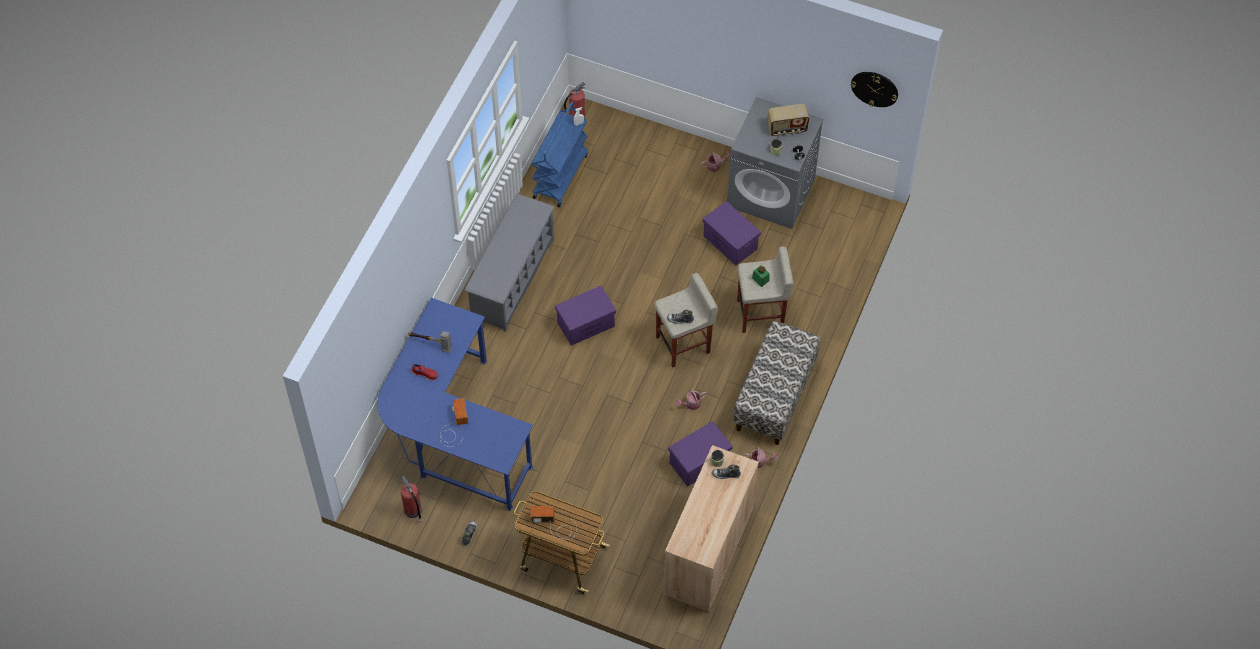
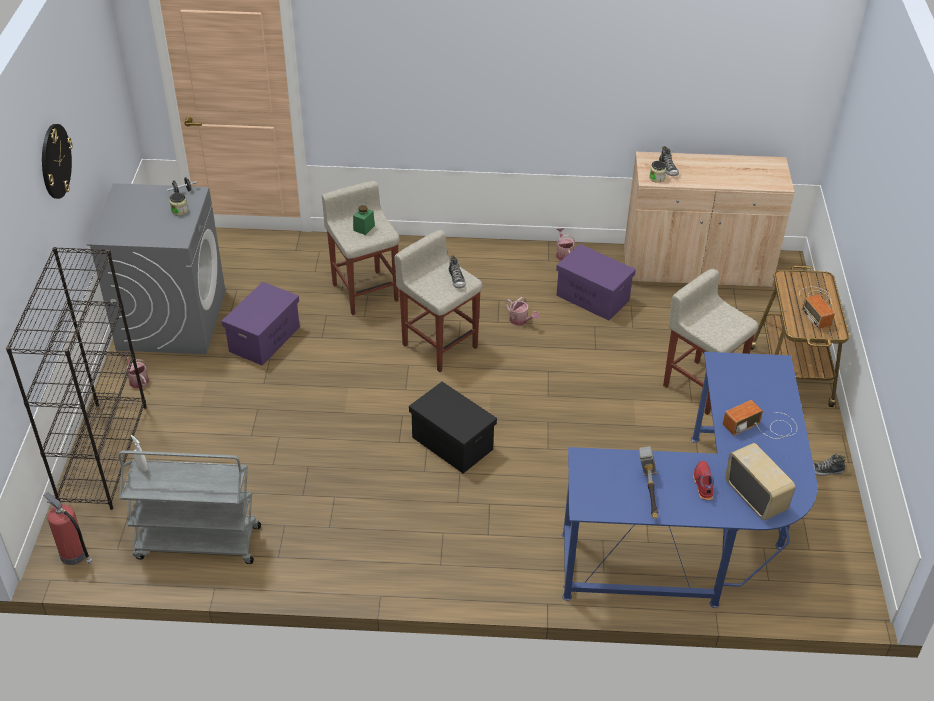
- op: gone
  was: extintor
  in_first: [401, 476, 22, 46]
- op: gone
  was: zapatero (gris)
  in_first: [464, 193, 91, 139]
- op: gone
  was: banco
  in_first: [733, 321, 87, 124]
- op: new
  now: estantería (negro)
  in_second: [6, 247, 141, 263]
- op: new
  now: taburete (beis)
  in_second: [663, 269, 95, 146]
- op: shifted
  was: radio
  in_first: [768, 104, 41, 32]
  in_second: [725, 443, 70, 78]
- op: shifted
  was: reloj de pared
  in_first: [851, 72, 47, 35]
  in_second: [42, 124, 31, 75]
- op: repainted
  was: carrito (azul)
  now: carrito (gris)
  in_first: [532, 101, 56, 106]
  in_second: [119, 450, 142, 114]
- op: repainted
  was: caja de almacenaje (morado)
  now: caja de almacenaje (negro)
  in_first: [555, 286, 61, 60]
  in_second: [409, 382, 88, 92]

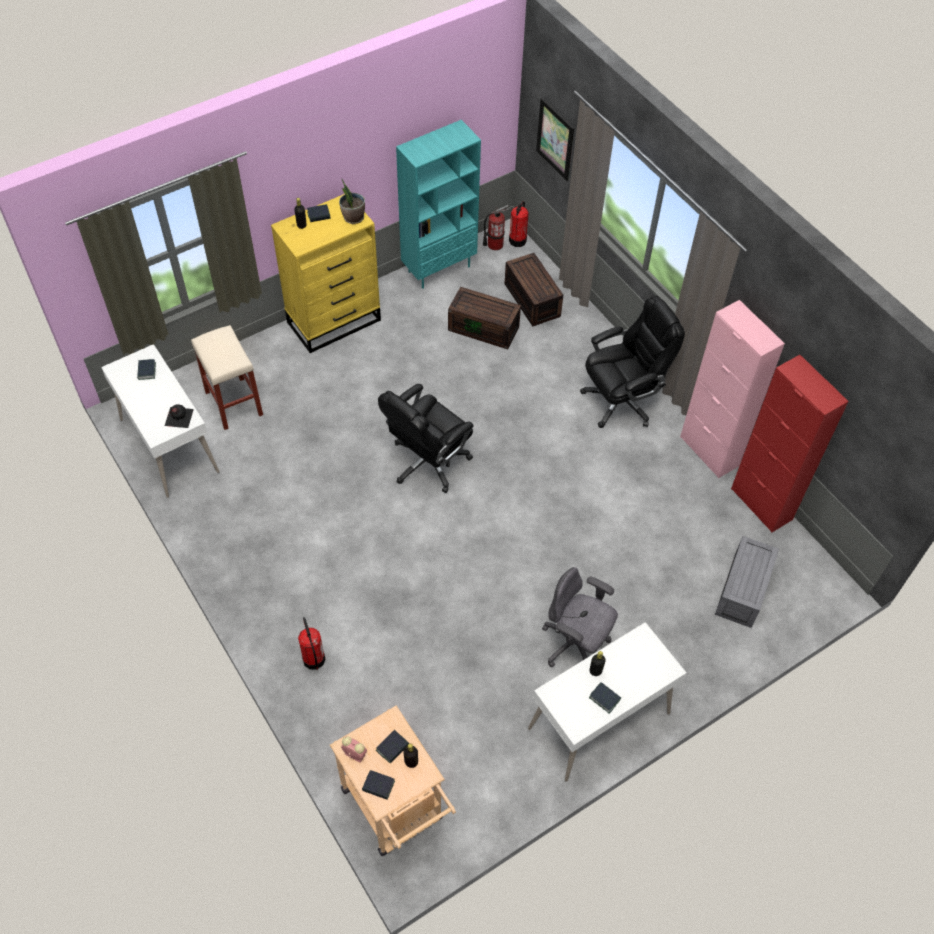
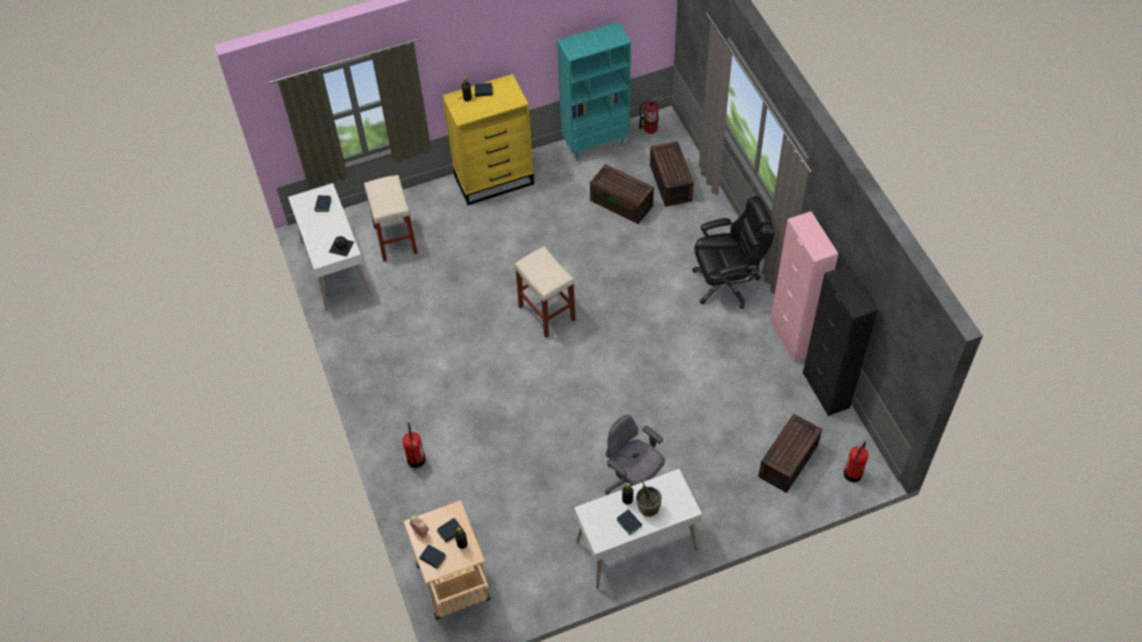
- op: gone
  was: cuadro
  in_first: [536, 98, 38, 83]
- op: shifted
  was: planta en maceta
  in_first: [339, 178, 26, 46]
  in_second: [636, 478, 26, 39]
- op: shifted
  was: extintor
  in_first: [509, 202, 19, 45]
  in_second: [843, 442, 26, 41]
- op: swapped
  was: silla de oficina (negro)
  now: taburete (beis)
  in_first: [378, 384, 96, 109]
  in_second: [514, 246, 62, 92]
- op: repainted
  was: caja de almacenaje (gris)
  now: caja de almacenaje (marrón)
  in_first: [715, 536, 64, 92]
  in_second: [758, 414, 64, 79]
- op: repainted
  was: armario (rojo)
  now: armario (negro)
  in_first: [731, 355, 118, 178]
  in_second: [803, 265, 75, 151]

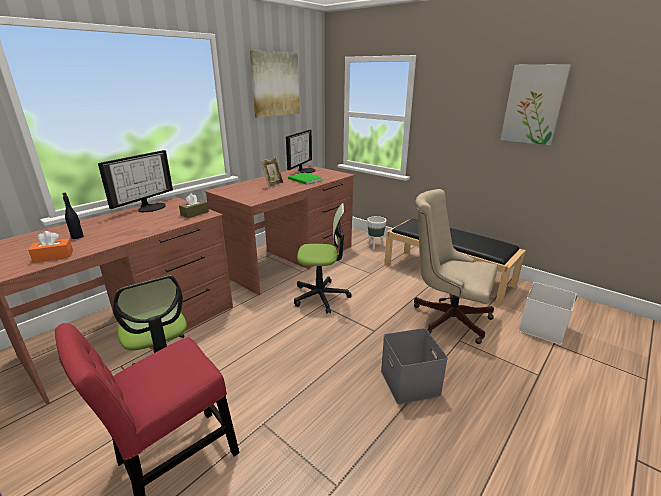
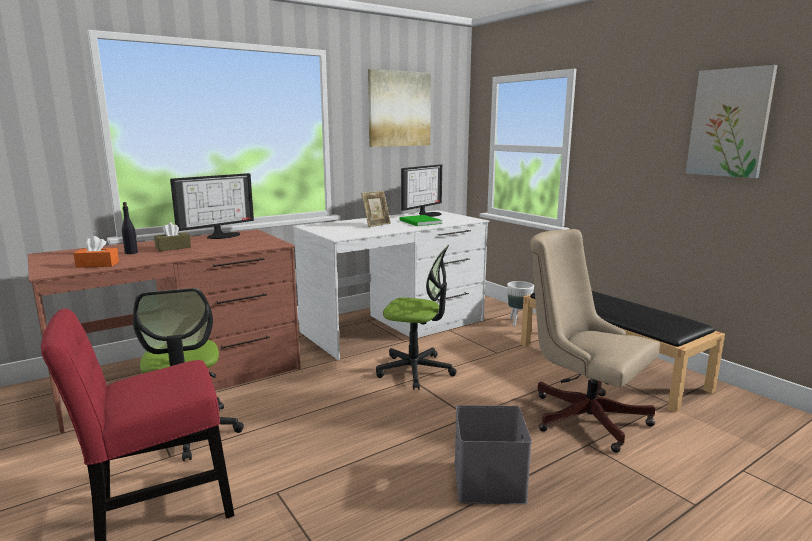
- op: gone
  was: caja de almacenaje (blanco)
  in_first: [518, 282, 58, 63]
- op: shifted
  was: caja de pañuelos (marrón)
  in_first: [179, 194, 30, 24]
  in_second: [154, 222, 37, 29]
- op: repainted
  was: escritorio (marrón)
  now: escritorio (blanco)
  in_first: [205, 165, 150, 130]
  in_second: [293, 210, 196, 150]

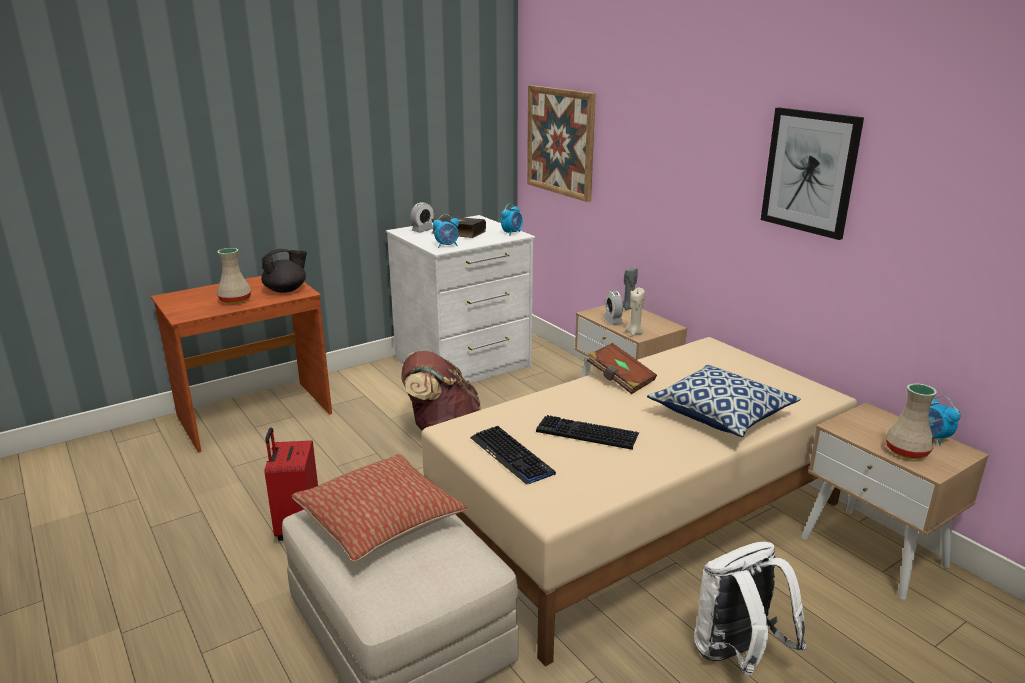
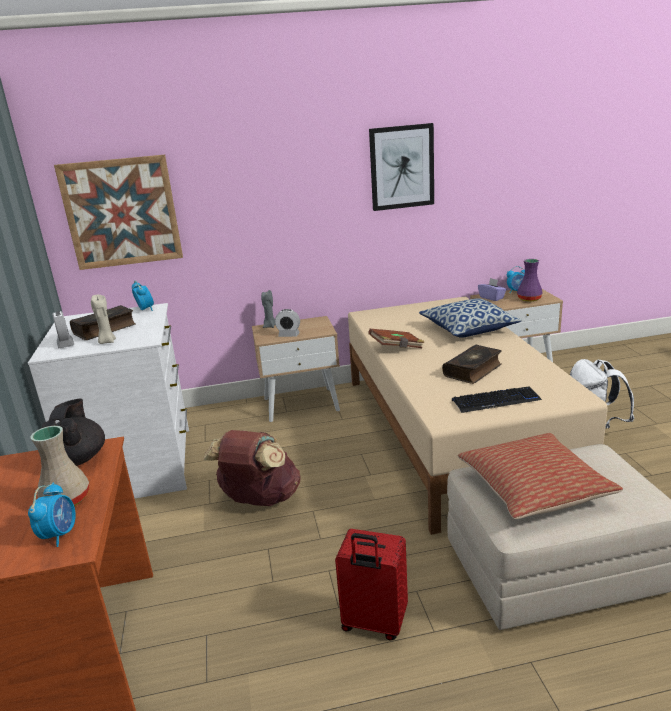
- op: new
  now: caja de pañuelos (morado)
  in_second: [478, 278, 29, 23]
- op: shifted
  was: despertador
  in_first: [433, 214, 26, 34]
  in_second: [28, 482, 48, 65]
- op: shifted
  was: vela (beis)
  in_first: [625, 288, 20, 48]
  in_second: [91, 295, 25, 49]
- op: swapped
  was: teclado
  now: libro
  in_first: [536, 415, 103, 35]
  in_second: [442, 345, 60, 39]
- op: repainted
  was: florero (beis)
  now: florero (morado)
  in_first: [886, 383, 51, 76]
  in_second: [517, 259, 26, 43]

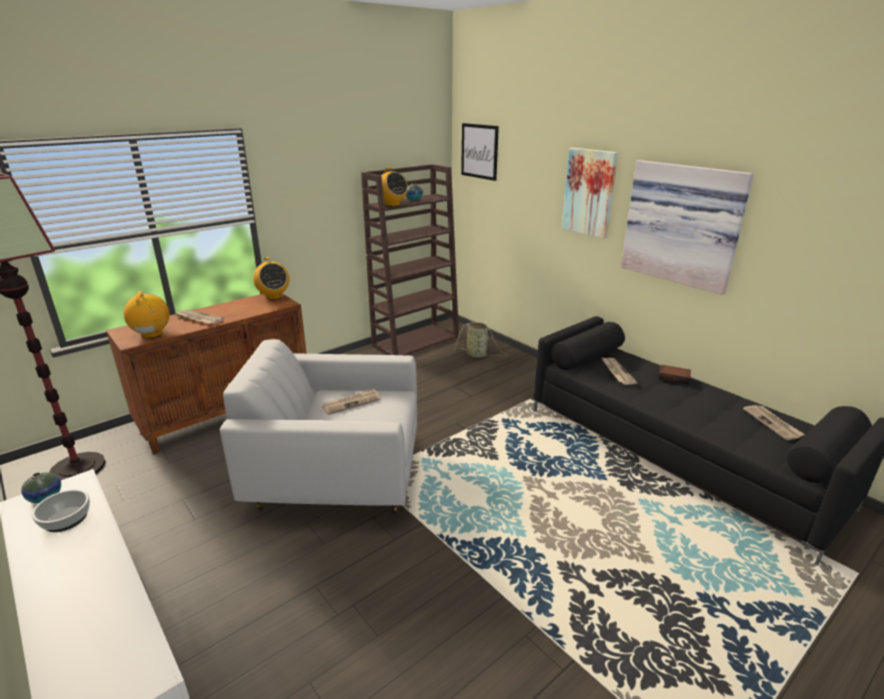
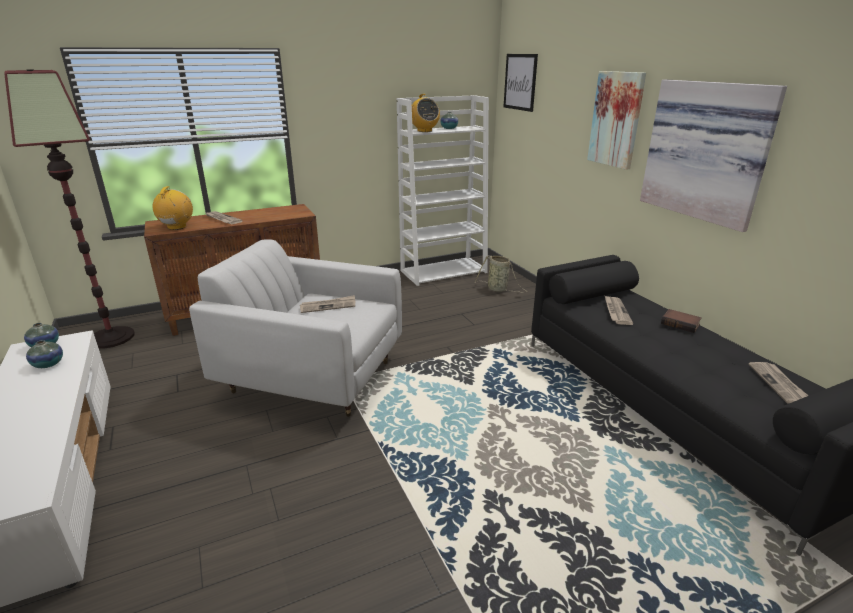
- op: gone
  was: radio
  in_first: [253, 257, 36, 43]
- op: swapped
  was: cuenco
  now: florero
  in_first: [32, 489, 58, 43]
  in_second: [26, 340, 37, 28]
- op: repainted
  was: estantería (marrón)
  now: estantería (blanco)
  in_first: [361, 164, 98, 191]
  in_second: [397, 95, 92, 191]

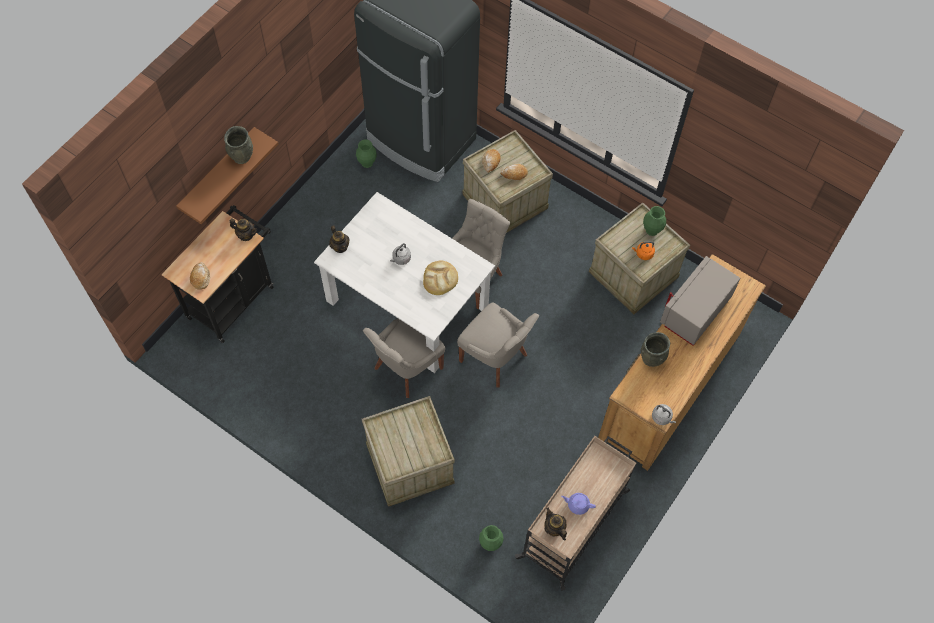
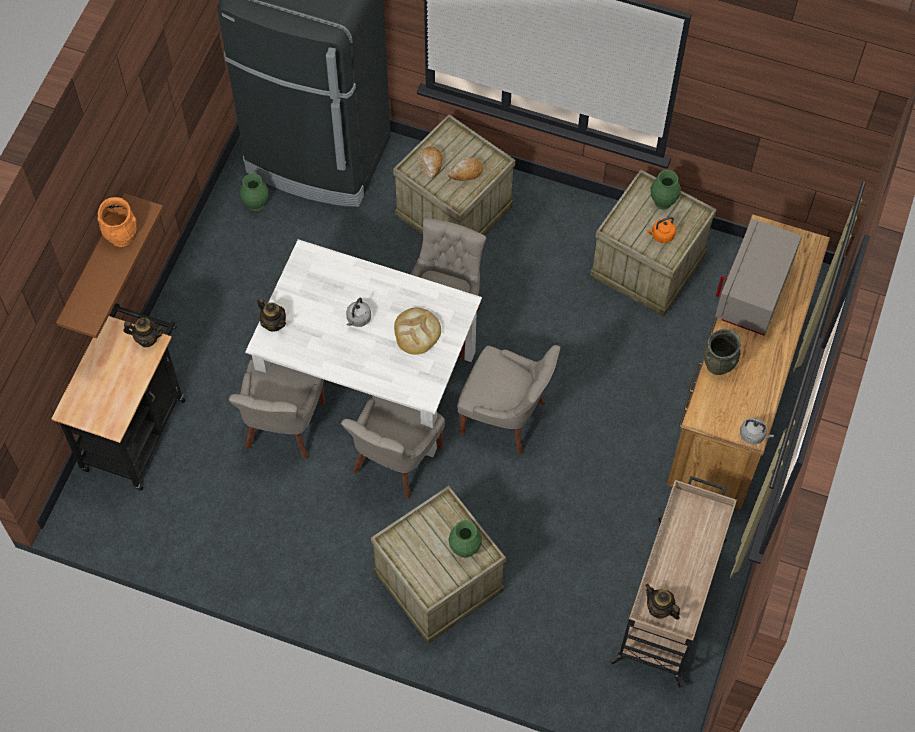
- op: gone
  was: pan
  in_first: [190, 262, 20, 28]
- op: gone
  was: tetera (morado)
  in_first: [561, 493, 35, 22]
- op: new
  now: silla (gris)
  in_second: [229, 359, 96, 101]
- op: shifted
  was: florero (verde)
  in_first: [479, 525, 25, 26]
  in_second: [449, 520, 33, 38]
- op: repainted
  was: florero (gris)
  now: florero (naranja)
  in_first: [224, 126, 29, 38]
  in_second: [97, 197, 40, 50]

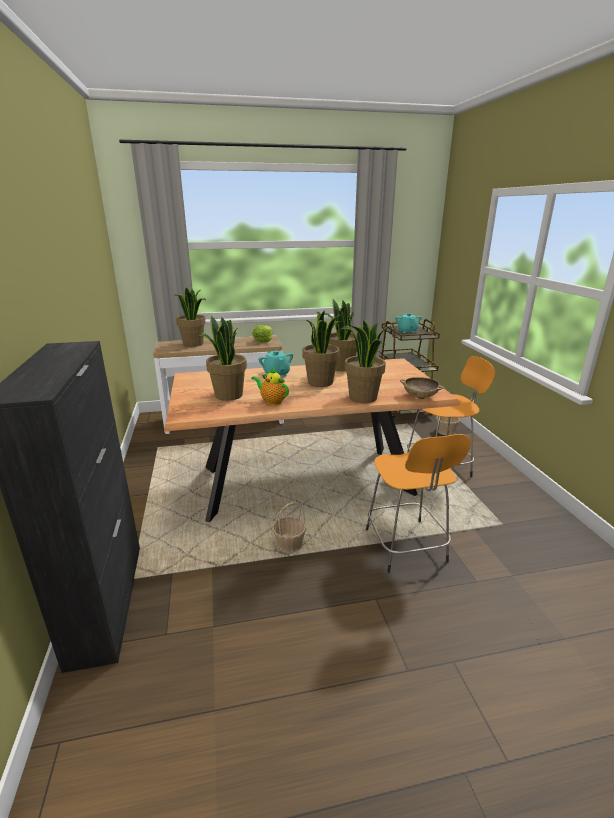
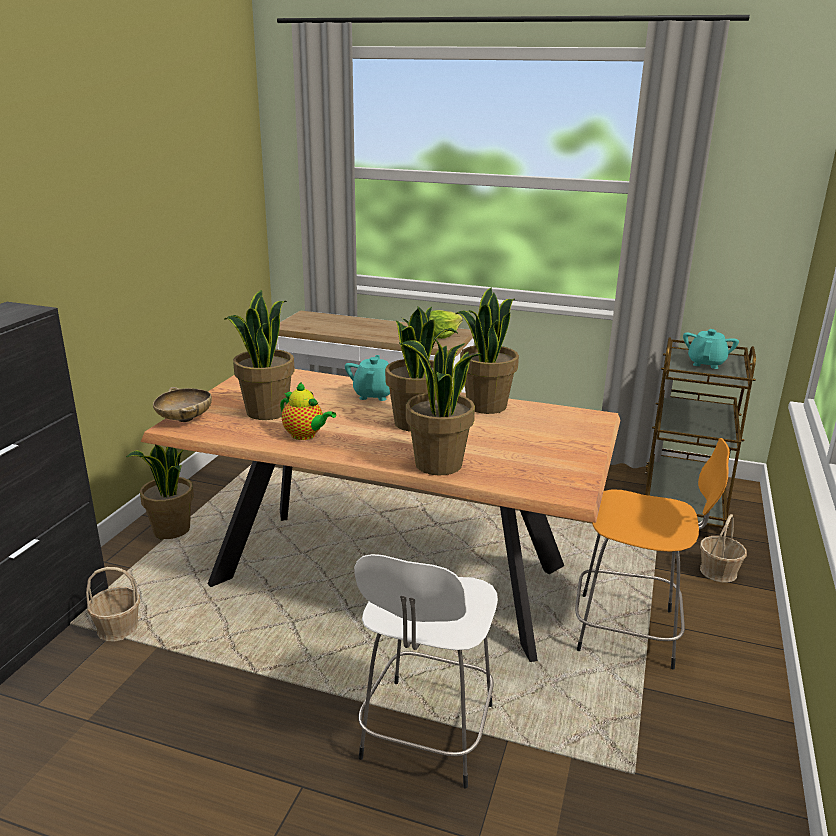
- op: shifted
  was: planta en maceta
  in_first: [174, 288, 32, 59]
  in_second: [126, 445, 68, 95]
- op: shifted
  was: cesta
  in_first: [272, 502, 34, 51]
  in_second: [86, 567, 54, 75]
- op: shifted
  was: cuenco (beis)
  in_first: [400, 377, 44, 22]
  in_second: [153, 387, 59, 35]
- op: repainted
  was: taburete (naranja)
  now: taburete (blanco)
  in_first: [366, 434, 105, 139]
  in_second: [354, 554, 144, 235]
- op: rotated
  was: tetera
  in_first: [251, 367, 38, 38]
  in_second: [280, 382, 56, 58]
  clockwise: 150

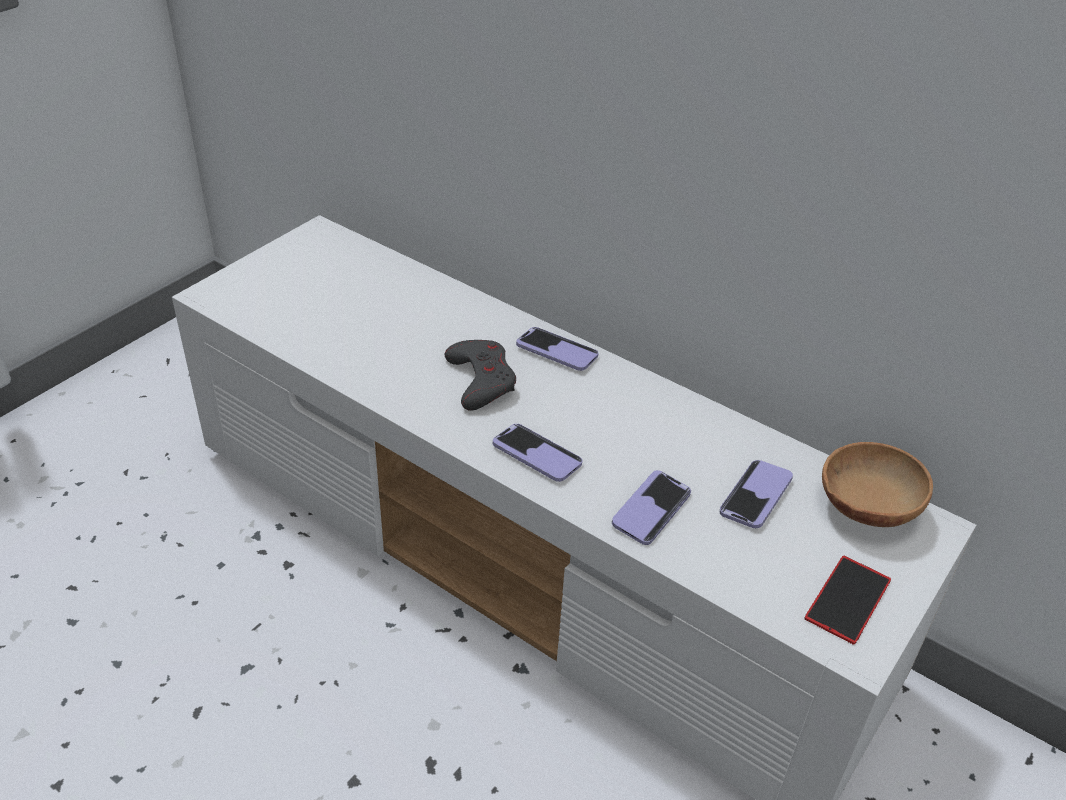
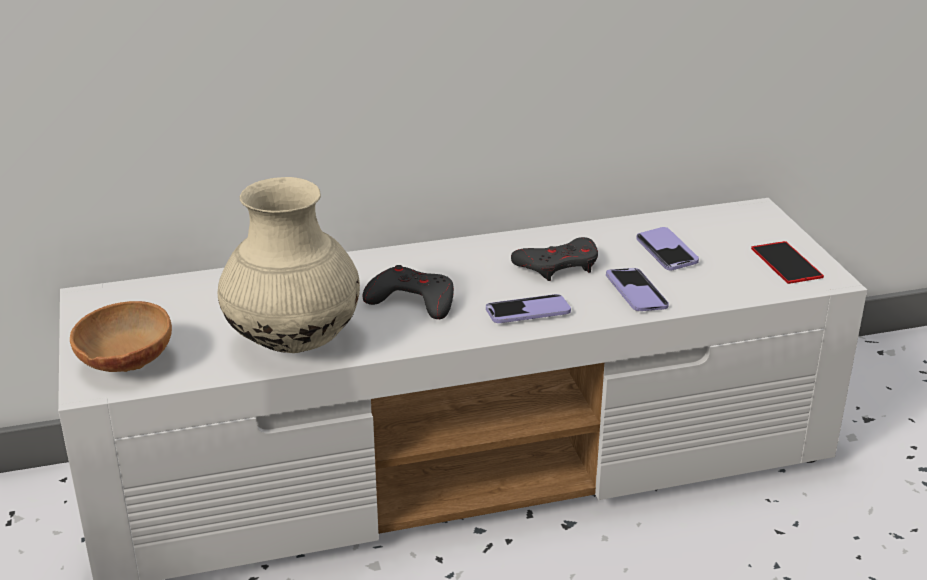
- op: gone
  was: móvil
  in_first: [516, 327, 82, 44]
- op: new
  now: florero (beis)
  in_second: [218, 177, 142, 176]
- op: new
  now: mando de consola (gris)
  in_second: [511, 237, 87, 44]
- op: shifted
  was: cuenco (marrón)
  in_first: [822, 442, 111, 85]
  in_second: [70, 301, 102, 71]

